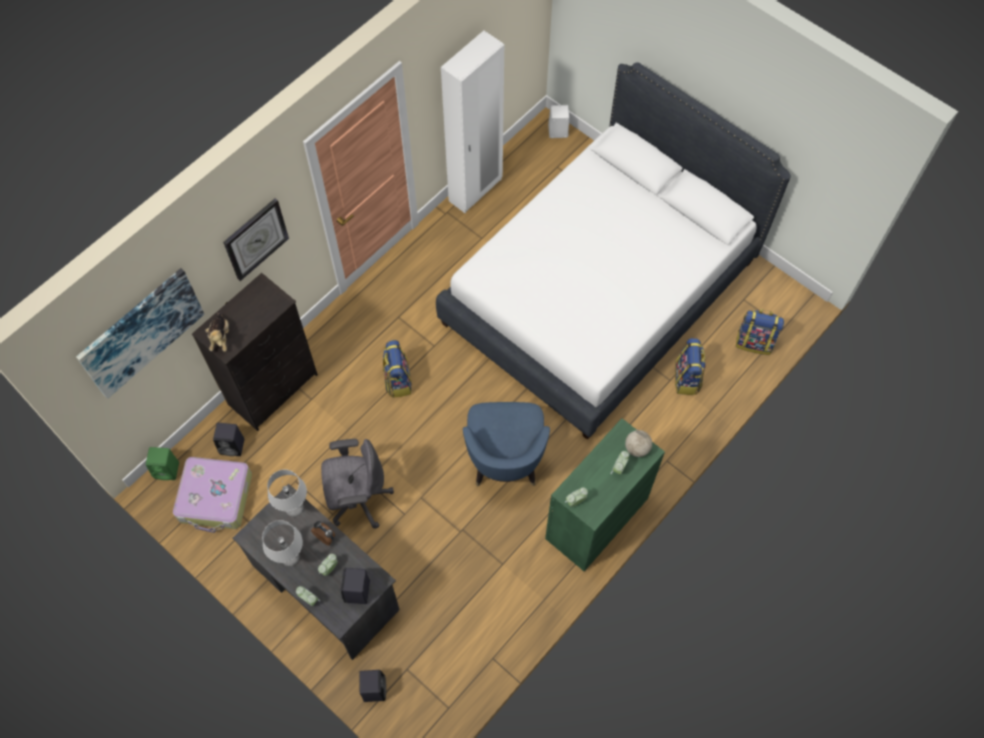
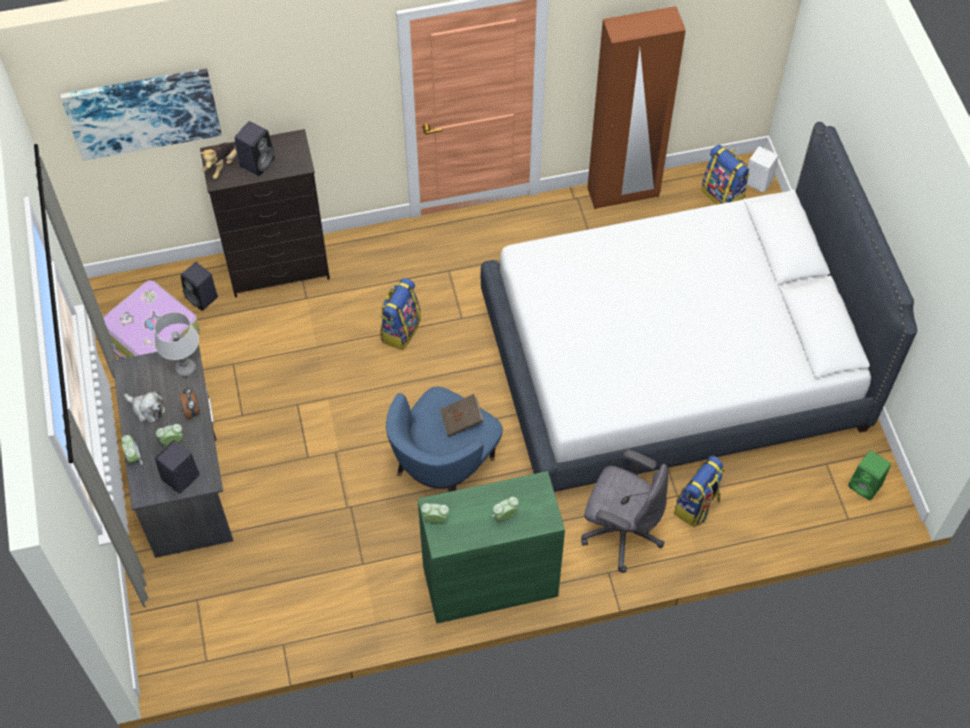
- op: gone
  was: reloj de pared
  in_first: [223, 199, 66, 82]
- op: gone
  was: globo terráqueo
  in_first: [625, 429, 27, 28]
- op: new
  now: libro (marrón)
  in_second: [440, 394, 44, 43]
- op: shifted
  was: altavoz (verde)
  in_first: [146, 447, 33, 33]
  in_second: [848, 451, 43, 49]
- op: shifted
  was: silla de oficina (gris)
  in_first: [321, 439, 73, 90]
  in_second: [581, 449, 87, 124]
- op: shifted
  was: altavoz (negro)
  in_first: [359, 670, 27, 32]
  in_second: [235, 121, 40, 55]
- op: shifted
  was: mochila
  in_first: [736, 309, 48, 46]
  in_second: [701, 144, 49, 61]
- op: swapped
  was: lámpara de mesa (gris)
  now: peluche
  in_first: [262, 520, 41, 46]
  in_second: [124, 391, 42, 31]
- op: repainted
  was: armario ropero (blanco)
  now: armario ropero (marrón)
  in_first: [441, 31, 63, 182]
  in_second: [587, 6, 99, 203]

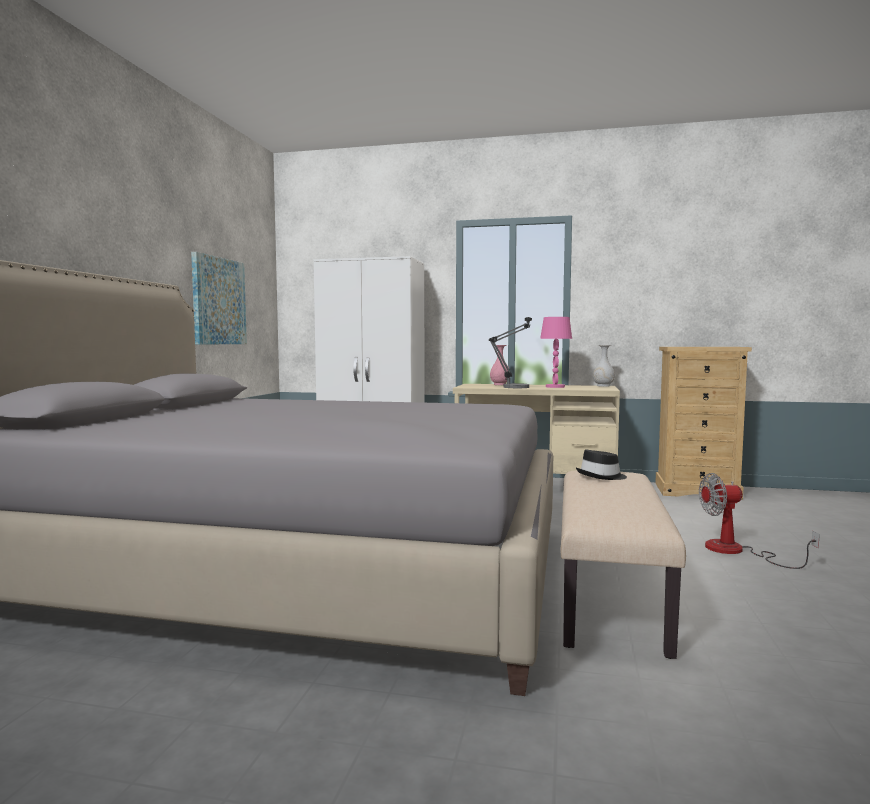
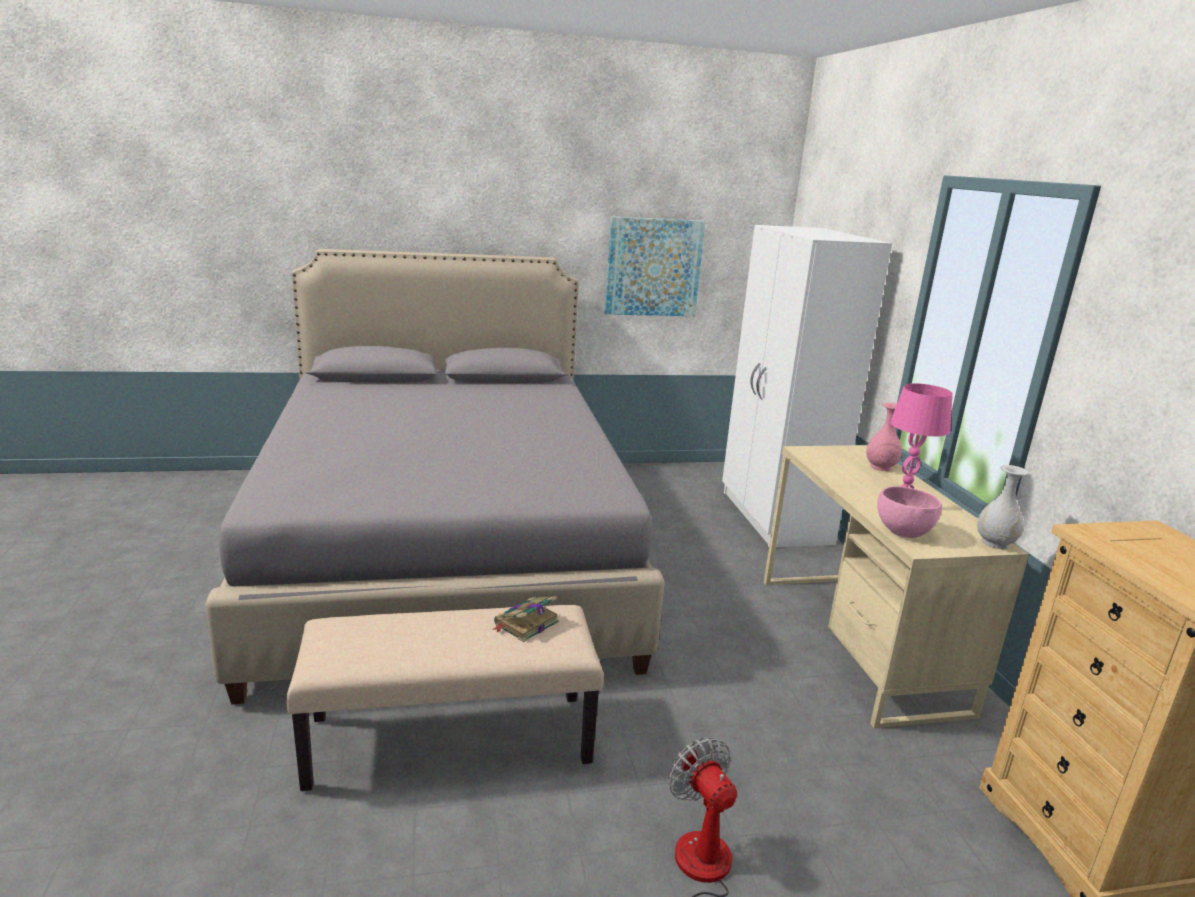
- op: gone
  was: lámpara de mesa
  in_first: [489, 317, 43, 71]
- op: new
  now: cuenco (rosa)
  in_second: [877, 486, 65, 52]
- op: swapped
  was: sombrero (negro)
  now: libro
  in_first: [576, 449, 51, 31]
  in_second: [492, 596, 67, 46]

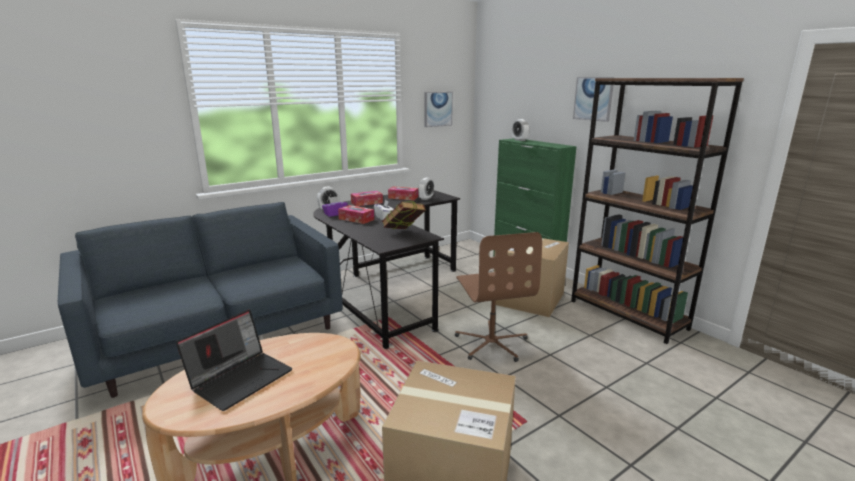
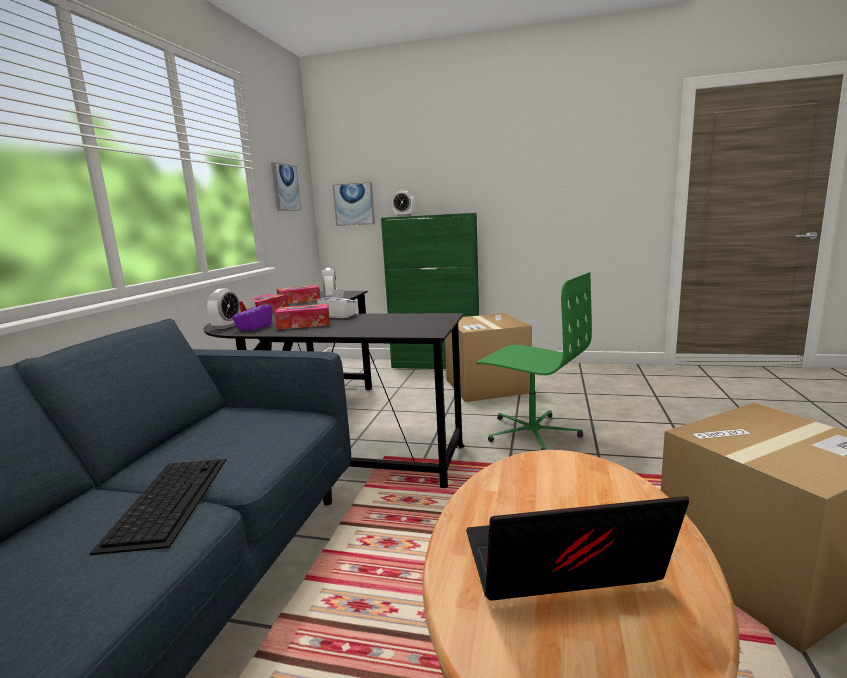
- op: gone
  was: libro
  in_first: [382, 201, 44, 28]
- op: gone
  was: estantería (marrón)
  in_first: [571, 78, 173, 266]
- op: new
  now: teclado
  in_second: [90, 459, 136, 96]
- op: shifted
  was: cuadro
  in_first: [573, 77, 42, 45]
  in_second: [333, 182, 42, 44]
- op: repainted
  was: silla de oficina (marrón)
  now: silla de oficina (verde)
  in_first: [455, 232, 87, 130]
  in_second: [477, 272, 115, 178]
- op: rotated
  was: portátil
  in_first: [176, 310, 116, 101]
  in_second: [466, 496, 223, 105]
  clockwise: -90

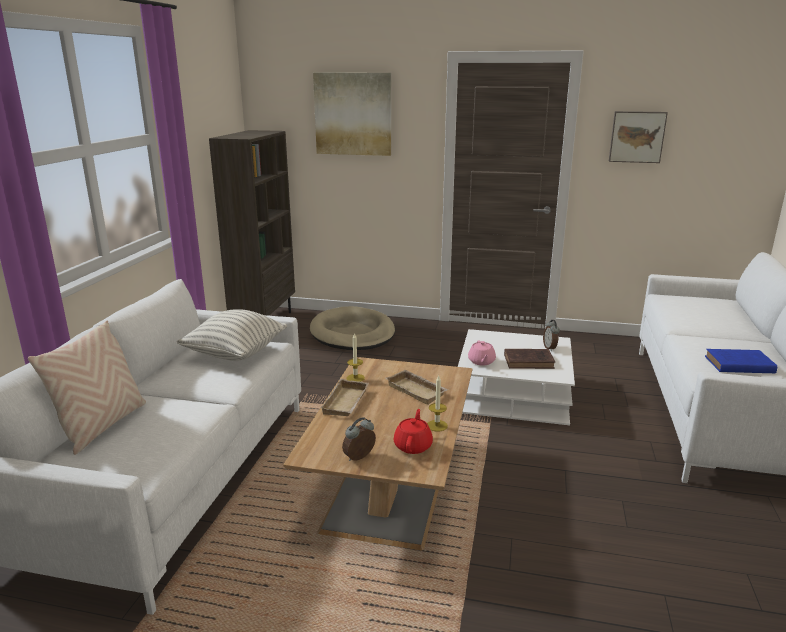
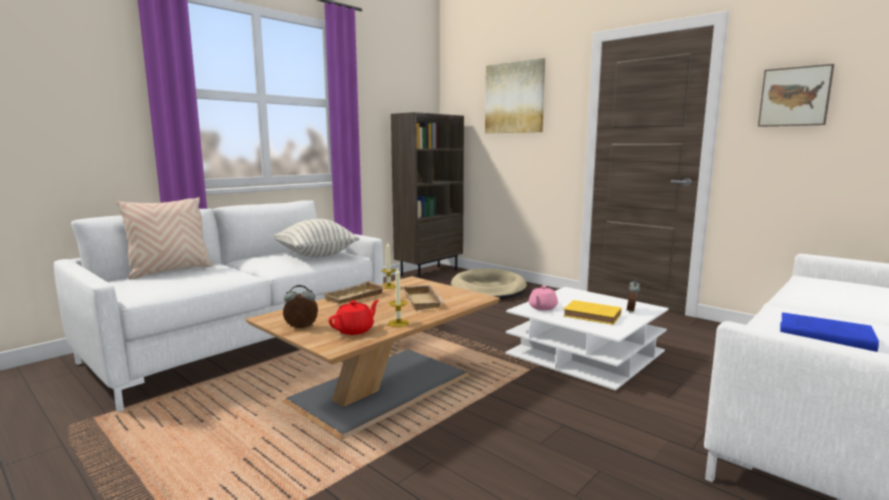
- op: repainted
  was: libro (marrón)
  now: libro (amarillo)
  in_first: [504, 349, 51, 20]
  in_second: [563, 300, 59, 25]

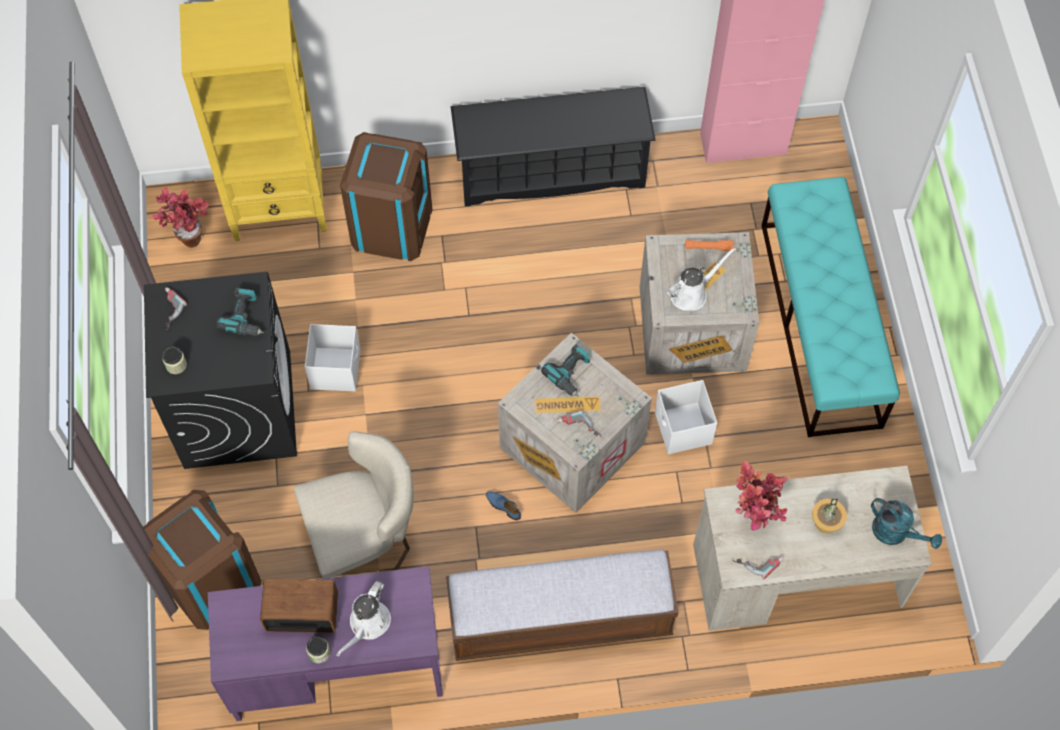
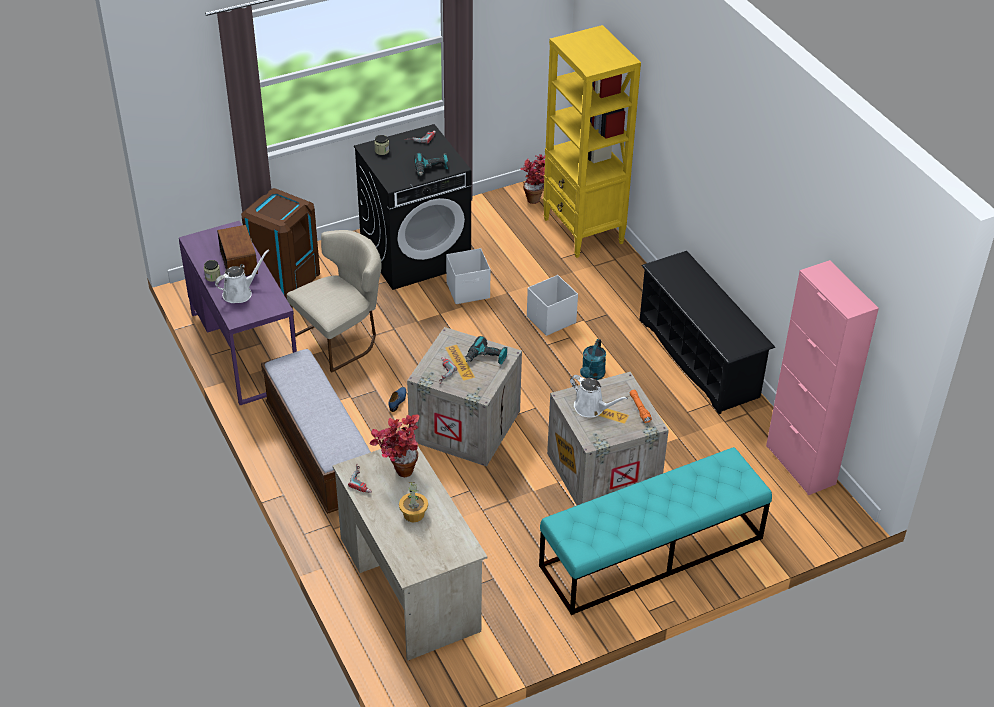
- op: gone
  was: papelera (marrón)
  in_first: [340, 132, 92, 129]
- op: shifted
  was: caja de almacenaje (blanco)
  in_first: [655, 380, 62, 74]
  in_second: [527, 275, 51, 61]
- op: shifted
  was: regadera (turquesa)
  in_first: [871, 498, 71, 51]
  in_second: [580, 339, 26, 41]
- op: rotated
  was: silla (beis)
  in_first: [294, 431, 120, 147]
  in_second: [287, 230, 95, 143]
  clockwise: -90
- op: rotated
  was: regadera (blanco)
  in_first: [336, 581, 55, 75]
  in_second: [215, 249, 54, 54]
  clockwise: 135

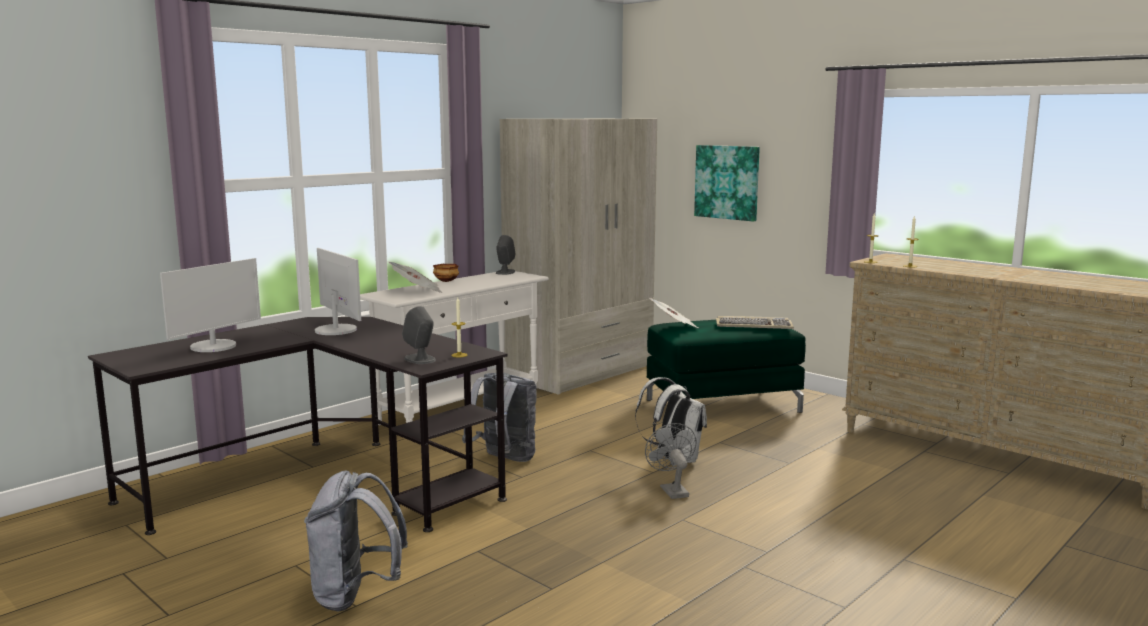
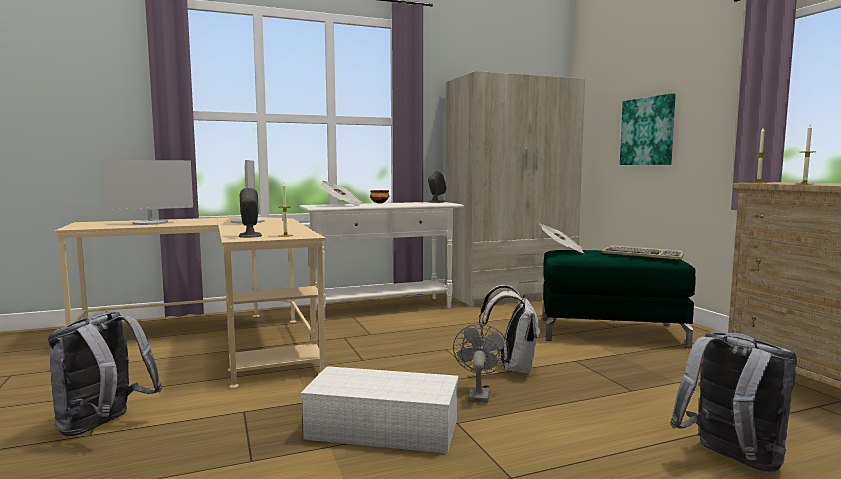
- op: new
  now: caja de almacenaje (blanco)
  in_second: [301, 366, 158, 88]
- op: shifted
  was: mochila (gris)
  in_first: [462, 373, 75, 89]
  in_second: [670, 332, 127, 141]
- op: repainted
  was: escritorio (negro)
  now: escritorio (beis)
  in_first: [88, 317, 420, 218]
  in_second: [55, 217, 271, 171]

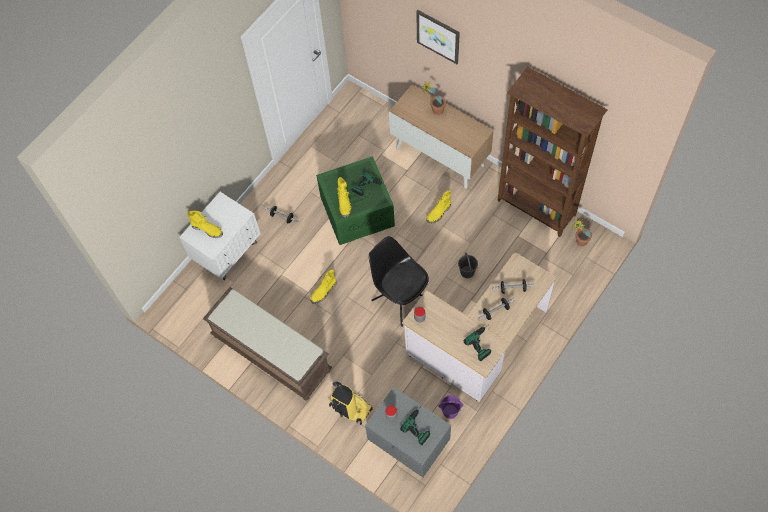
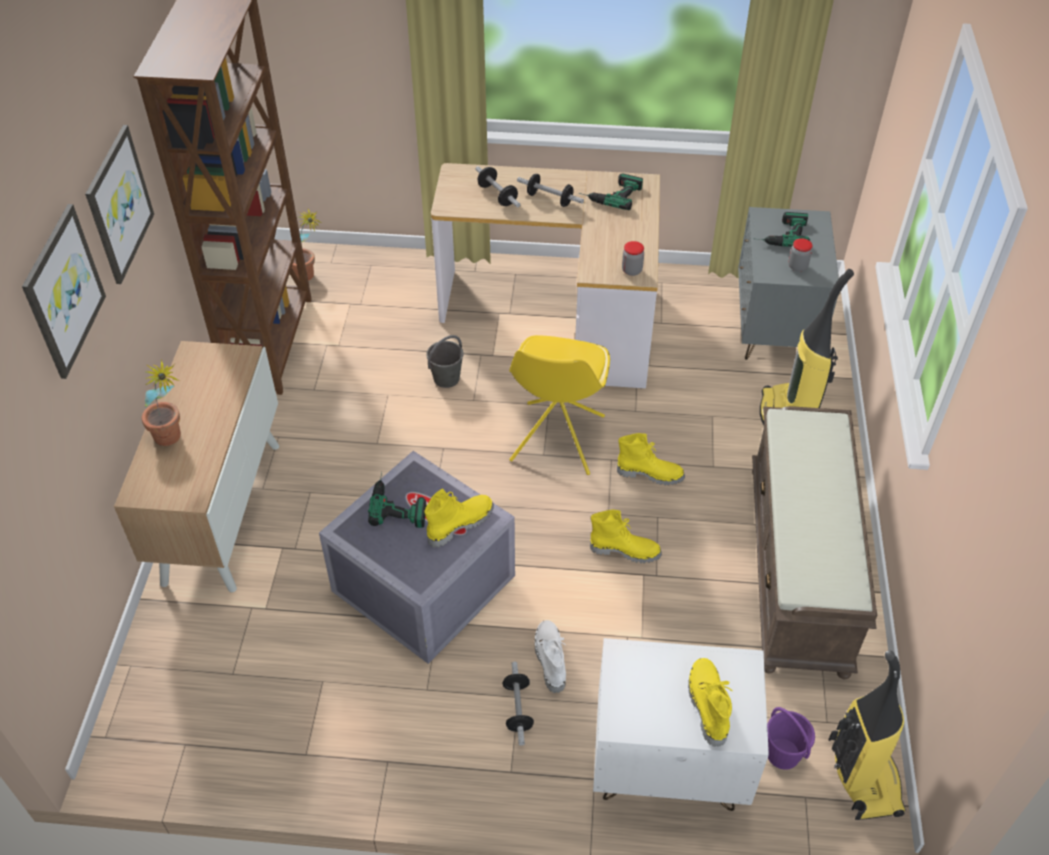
- op: new
  now: cuadro
  in_second: [85, 125, 69, 159]
- op: new
  now: bota (blanco)
  in_second: [535, 620, 31, 73]
- op: new
  now: aspiradora
  in_second: [828, 650, 78, 170]
- op: shifted
  was: bota (amarillo)
  in_first: [426, 191, 25, 33]
  in_second: [617, 433, 68, 52]
- op: shifted
  was: cubo (morado)
  in_first: [439, 395, 24, 24]
  in_second: [767, 707, 48, 63]
- op: repainted
  was: caja de almacenaje (verde)
  now: caja de almacenaje (gris)
  in_first: [316, 156, 79, 89]
  in_second: [319, 451, 196, 213]
- op: repainted
  was: silla (negro)
  now: silla (amarillo)
  in_first: [369, 236, 60, 91]
  in_second: [509, 335, 101, 140]

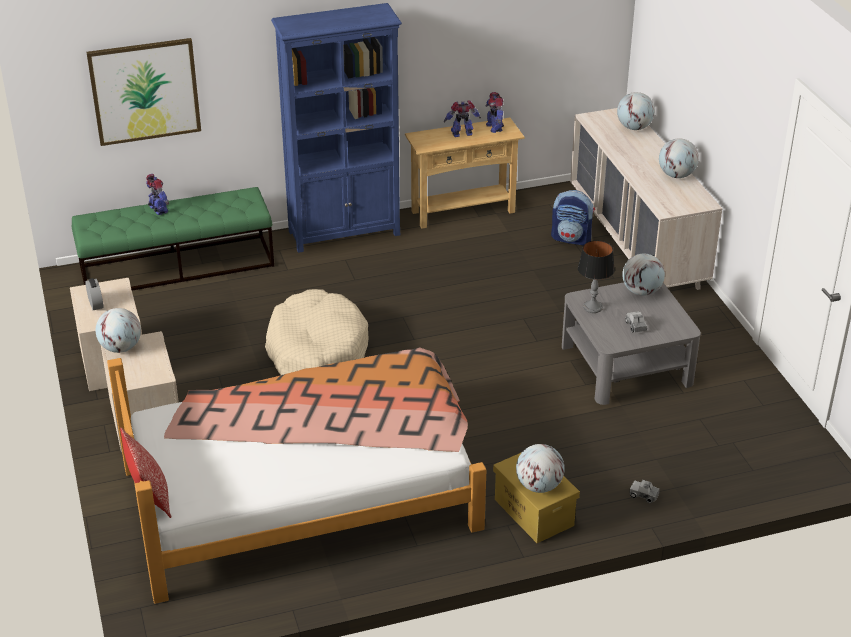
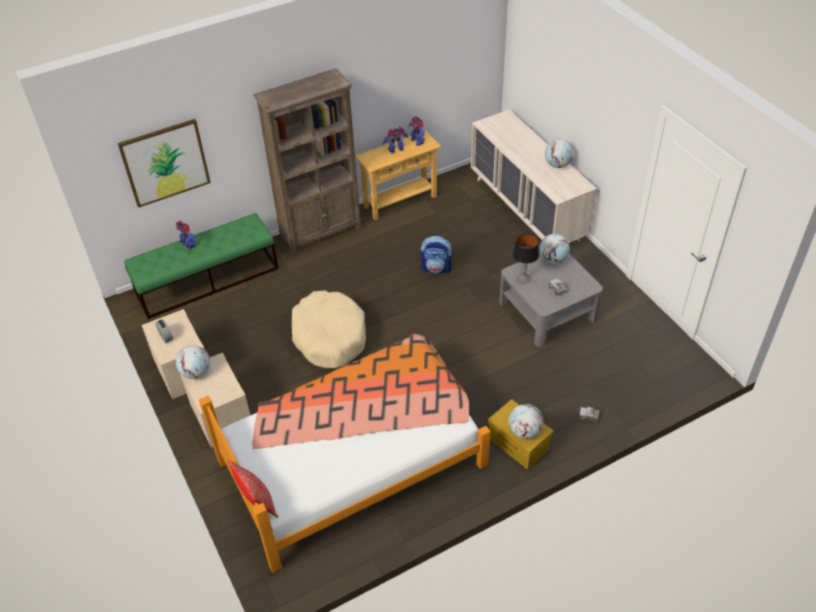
- op: gone
  was: globo terráqueo
  in_first: [617, 92, 38, 38]
- op: shifted
  was: mochila
  in_first: [551, 190, 44, 56]
  in_second: [421, 236, 32, 38]
- op: repainted
  was: estantería (azul)
  now: estantería (marrón)
  in_first: [271, 3, 131, 250]
  in_second: [253, 68, 108, 187]

